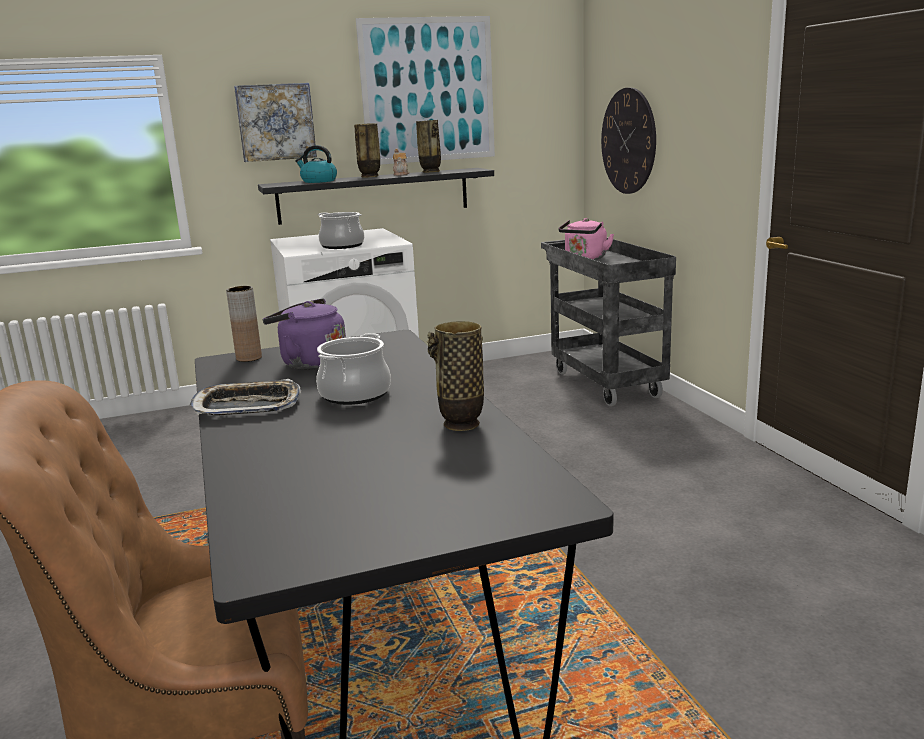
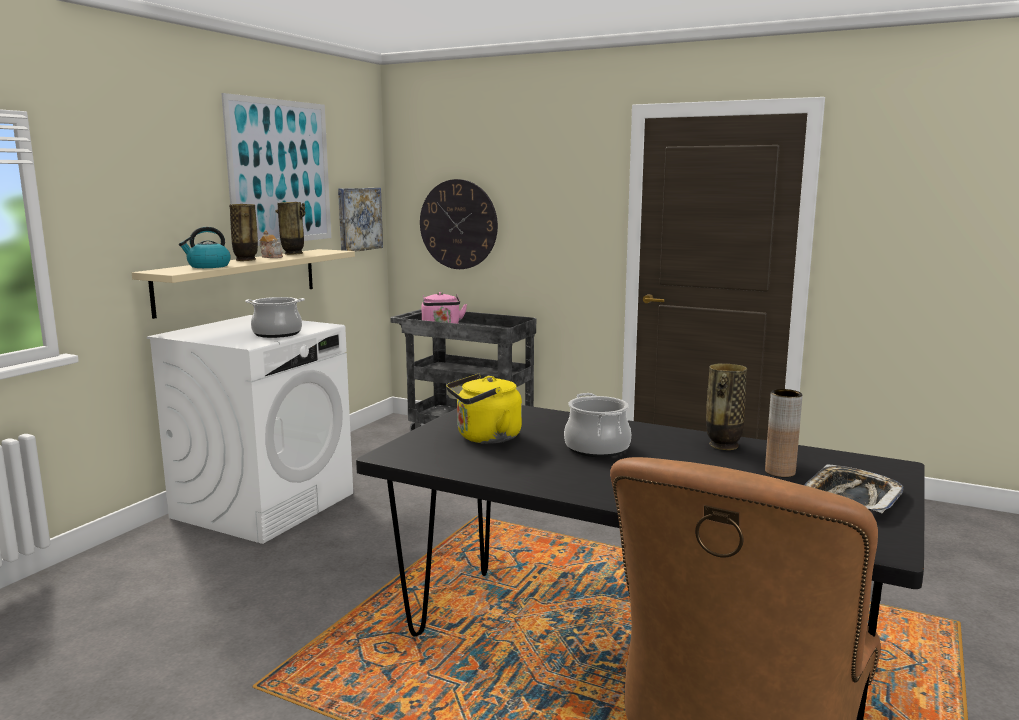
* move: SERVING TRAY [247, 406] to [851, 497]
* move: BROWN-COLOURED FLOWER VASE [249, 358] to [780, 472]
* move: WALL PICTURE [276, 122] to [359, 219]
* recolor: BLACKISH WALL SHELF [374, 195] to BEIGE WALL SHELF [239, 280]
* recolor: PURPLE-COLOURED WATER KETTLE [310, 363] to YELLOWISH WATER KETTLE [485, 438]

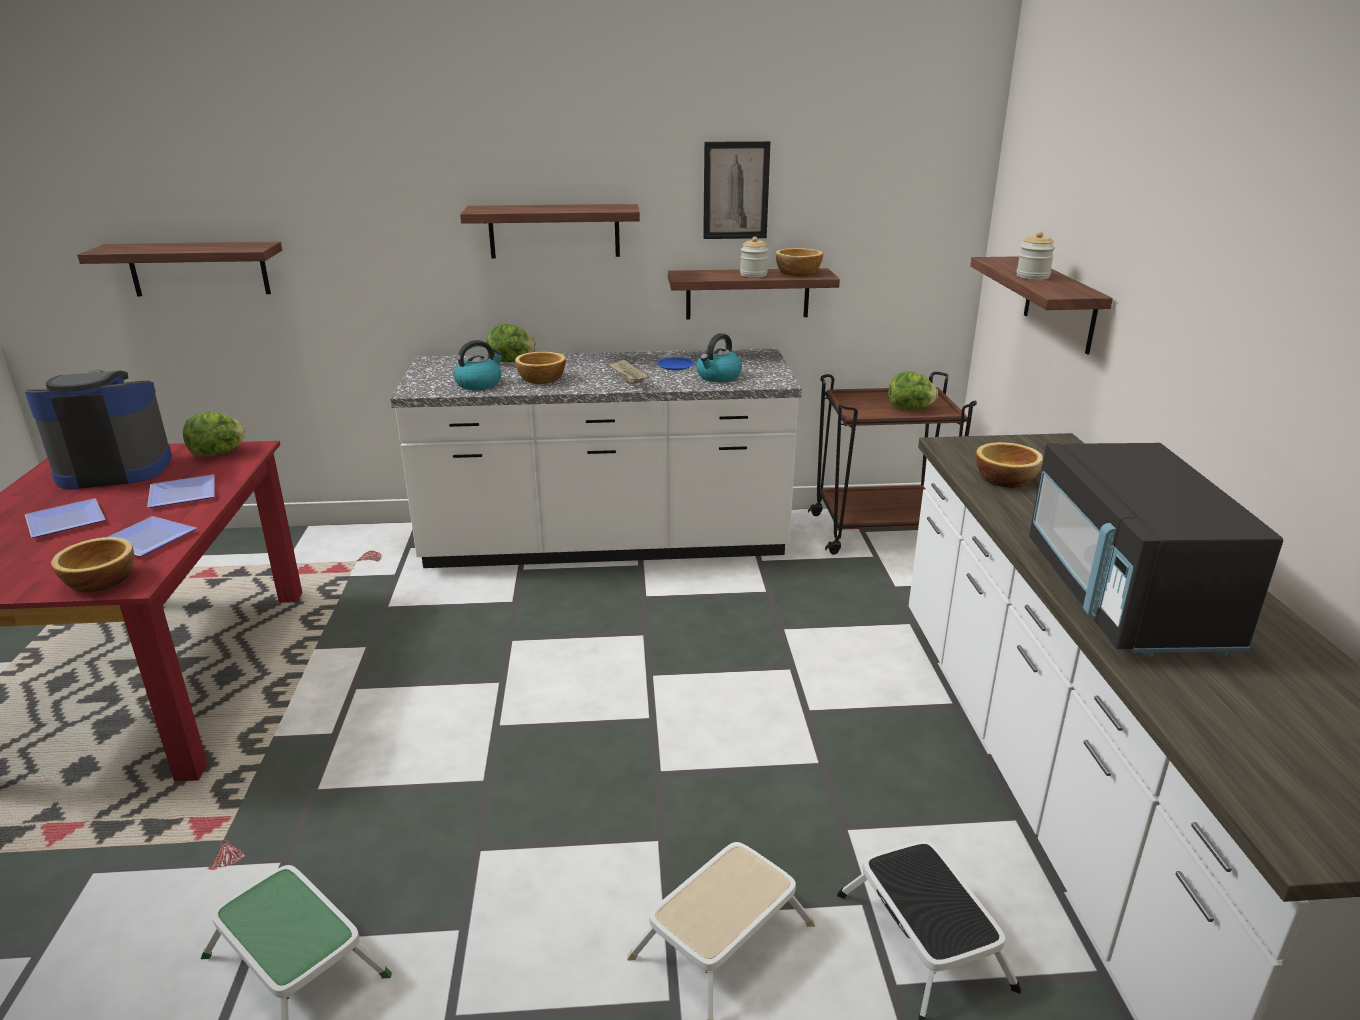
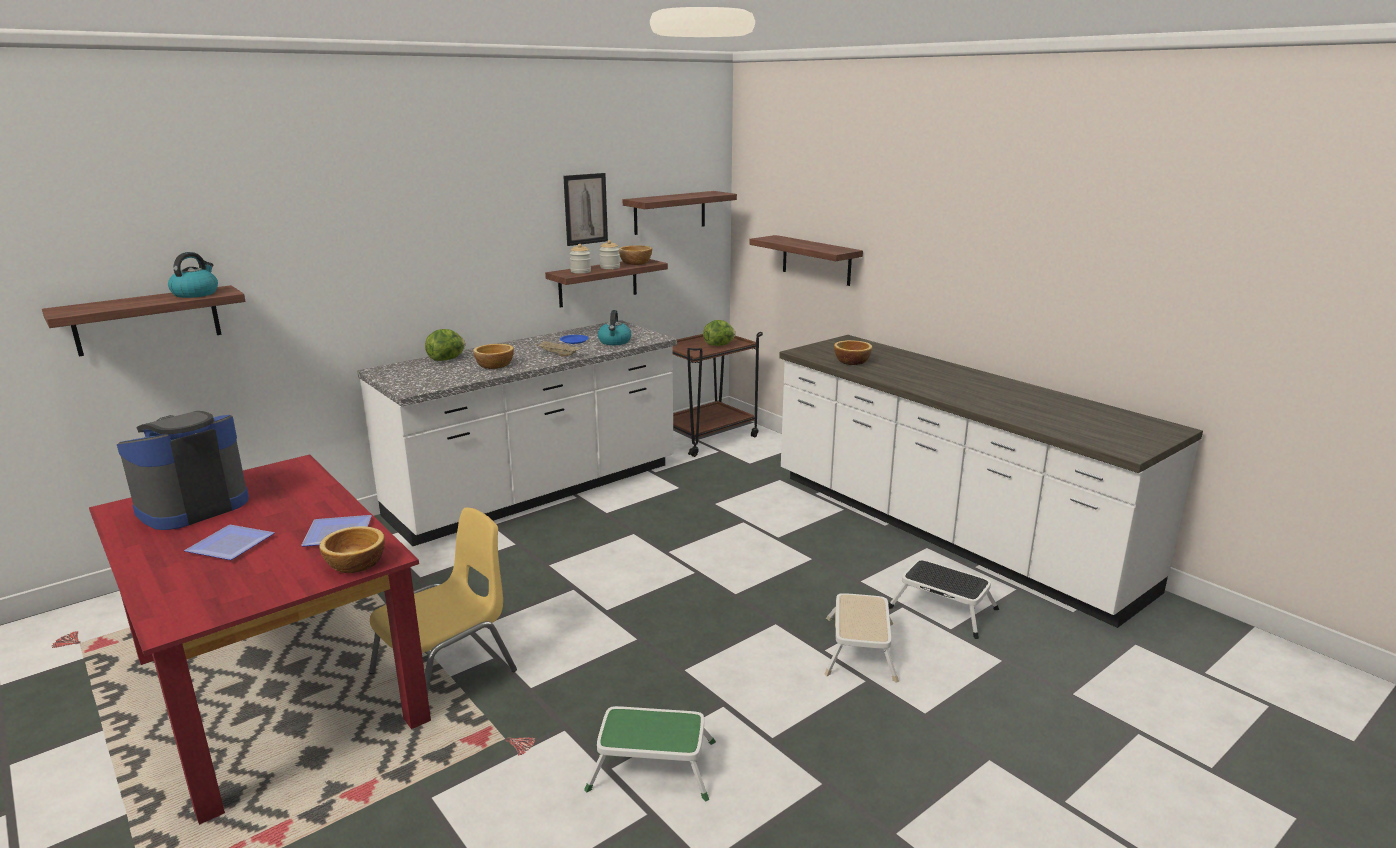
* delete: PLATE [180, 495]
* delete: LETTUCE HEAD [218, 453]
* delete: BLACKISH MICROWAVE [1124, 599]
* insert: YELLOWISH CHAIR [447, 672]
* move: WATER KETTLE [479, 384] to [196, 293]
* move: WALL SHELF [554, 231] to [670, 212]
* move: JAR [1032, 276] to [580, 271]

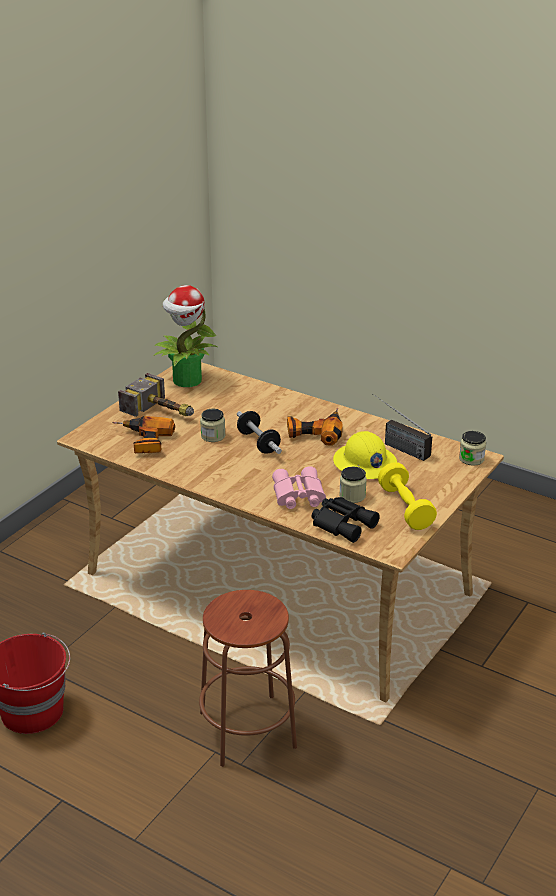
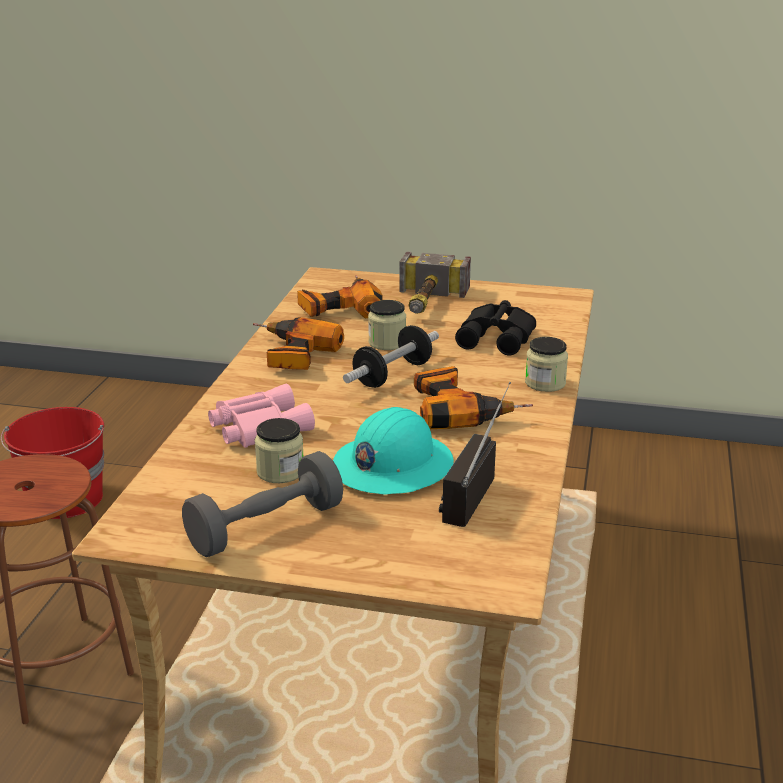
* delete: POTTED PLANT [187, 381]
* insert: POWER DRILL [291, 355]
* move: BLACKISH PAIR OF BINOCULARS [343, 523] to [498, 337]
* move: JAR [471, 459] to [545, 383]
* recolor: YELLOWISH WORK HELMET [364, 463] to TURQUOISE-COLOURED WORK HELMET [392, 466]
* recolor: YELLOWISH FREE WEIGHT [405, 508] to GREY FREE WEIGHT [265, 527]

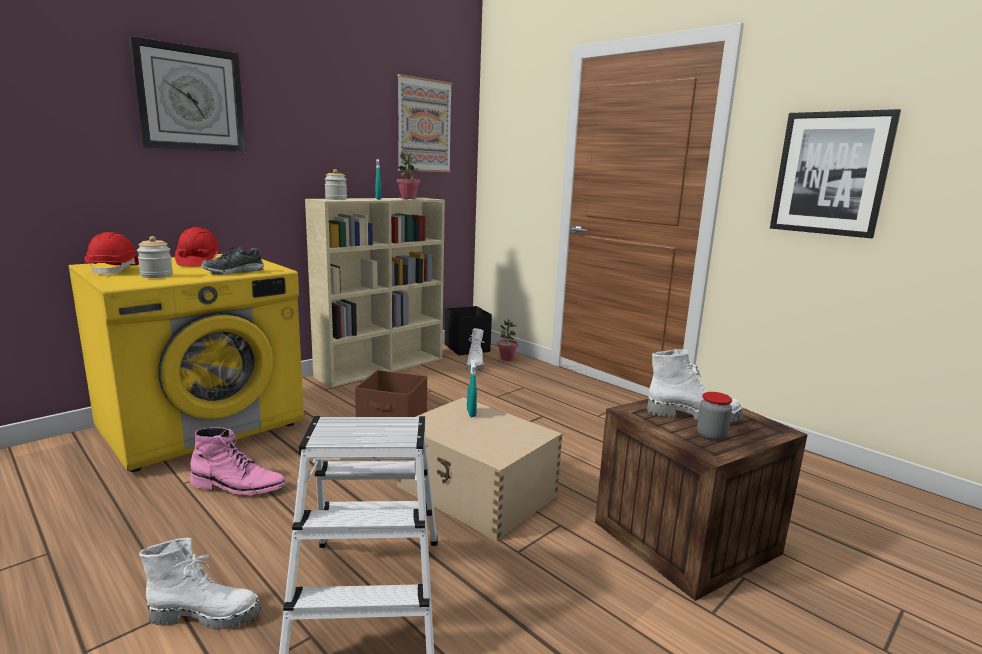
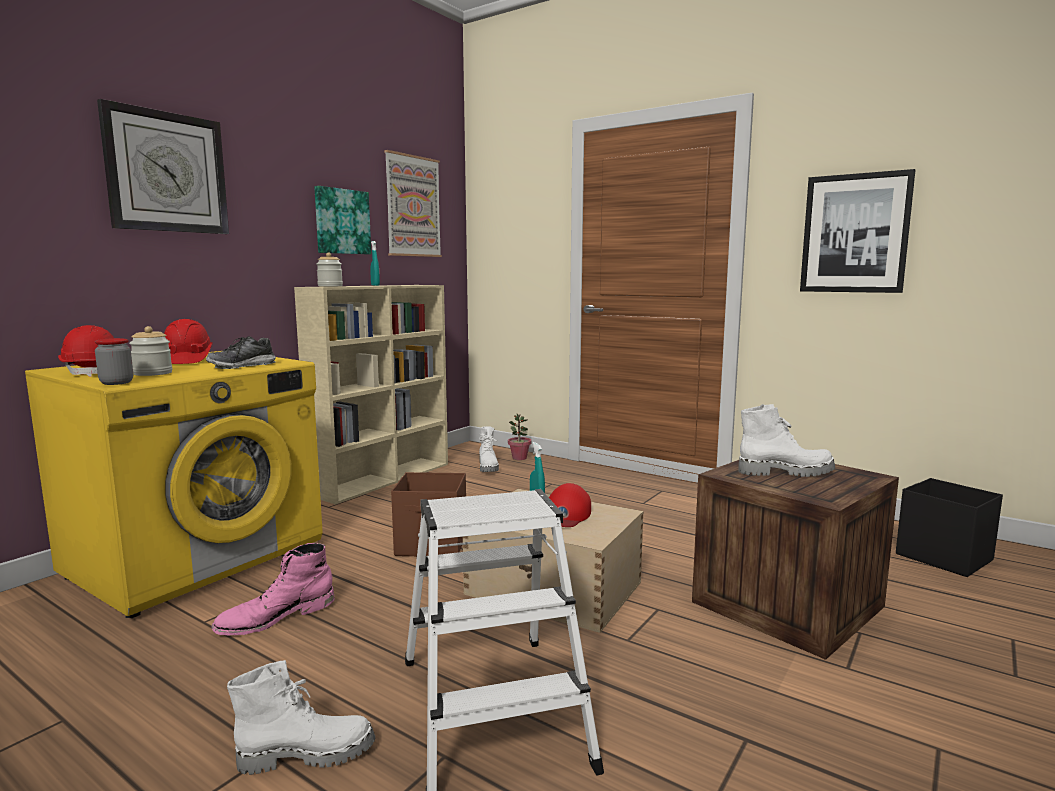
* delete: POTTED PLANT [408, 198]
* insert: WALL PICTURE [341, 221]
* insert: REDDISH PEAKED CAP [566, 515]
* move: BLACKISH STORAGE BOX [467, 348] to [942, 557]
* move: JAR [711, 436] to [116, 383]
* rotate: PINK-COLOURED TALL BOOT [238, 486] = [276, 617] 150 degrees clockwise

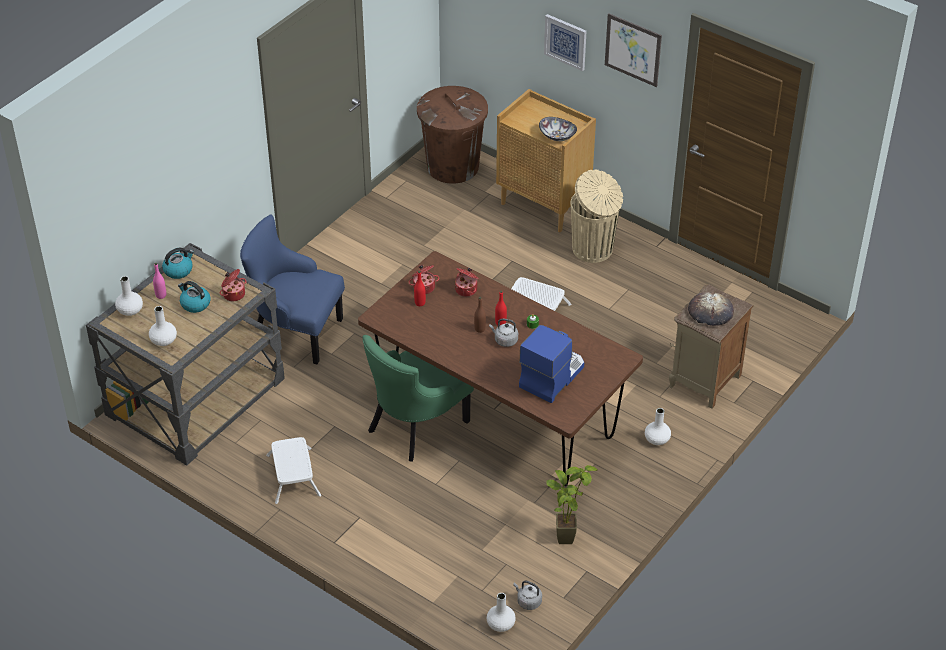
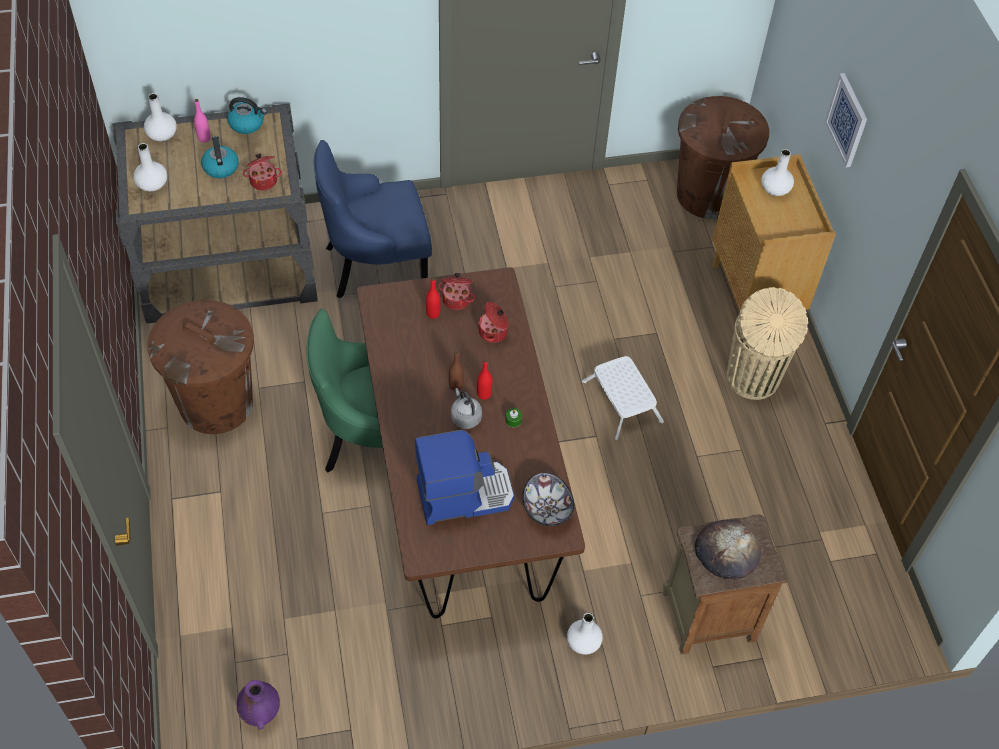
* delete: POTTED PLANT [567, 533]
* delete: WALL PICTURE [633, 49]
* move: WHITE FLOWER VASE [501, 624] to [775, 189]
* move: DEEP DISH [557, 136] to [547, 508]
* replace: WHITE STEP LADDER [293, 475] to BROWN-COLOURED RUBBISH BIN [216, 403]
* replace: GREY WATER KETTLE [528, 601] to PURPLE-COLOURED FLOWER VASE [260, 712]
* rotate: BLUE-COLOURED CHAIR [297, 333] = [377, 265] 75 degrees counterclockwise

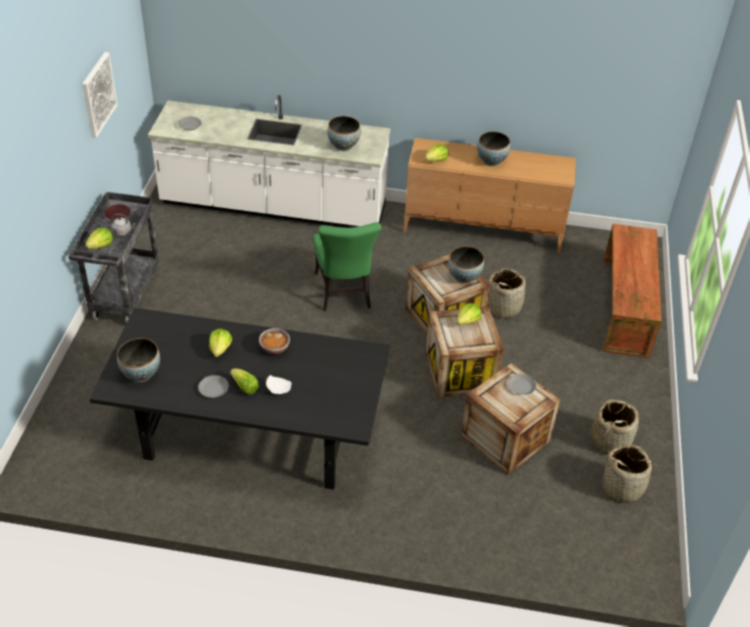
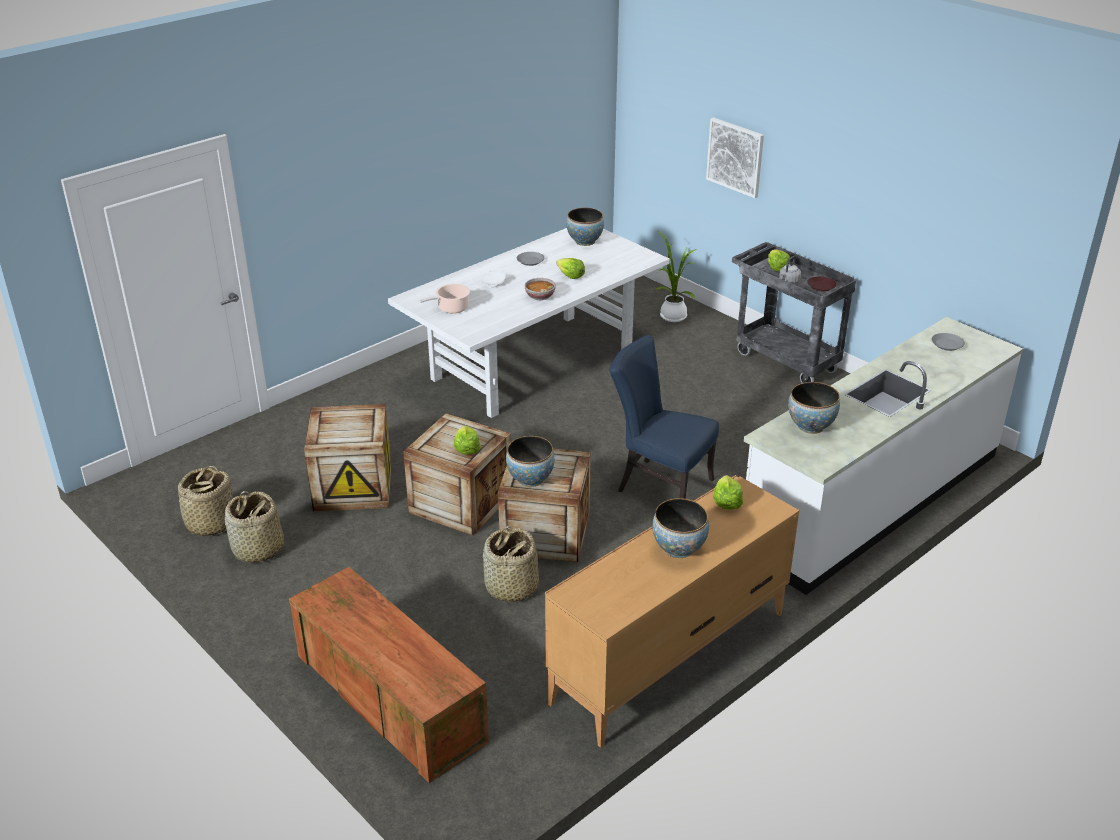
* delete: LETTUCE HEAD [245, 387]
* delete: GREY PLATE [521, 386]
* insert: SAUCEPOT [451, 308]
* insert: POTTED PLANT [672, 315]
* move: WALL PICTURE [98, 94] to [735, 157]
* recolor: BLACKISH DINNER TABLE [248, 437] to WHITE DINNER TABLE [534, 363]
* recolor: GREEN CHAIR [344, 293] to BLUE-COLOURED CHAIR [659, 484]

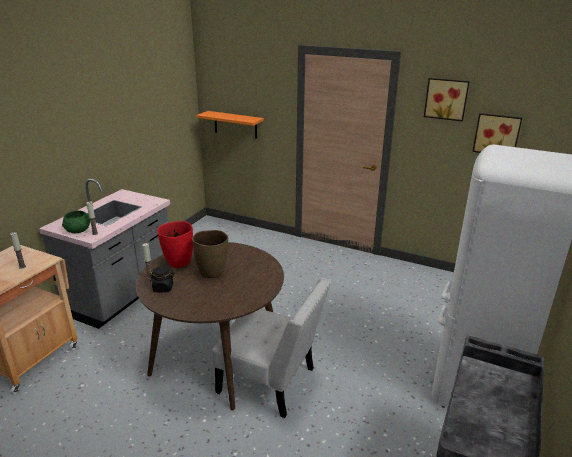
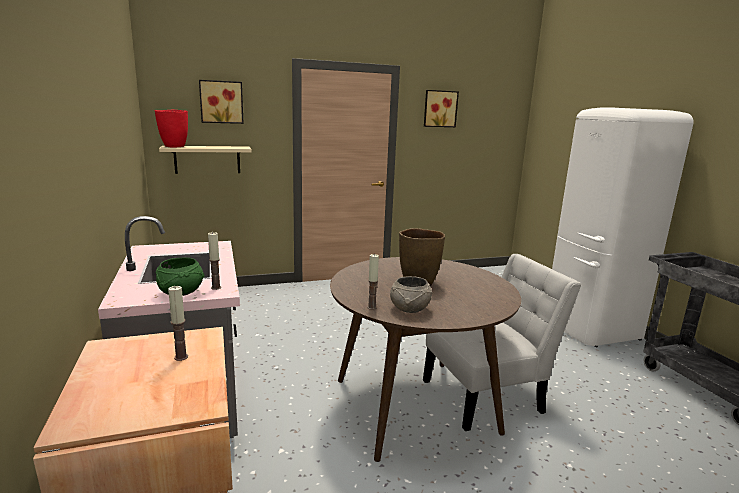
* move: REDDISH FLOWER VASE [178, 263] to [174, 146]
* move: WALL PICTURE [496, 134] to [221, 102]
* replace: BLACKISH JAR [163, 288] to GREY DEEP DISH [409, 309]
* recolor: ORANGE WALL SHELF [235, 124] to BEIGE WALL SHELF [207, 159]

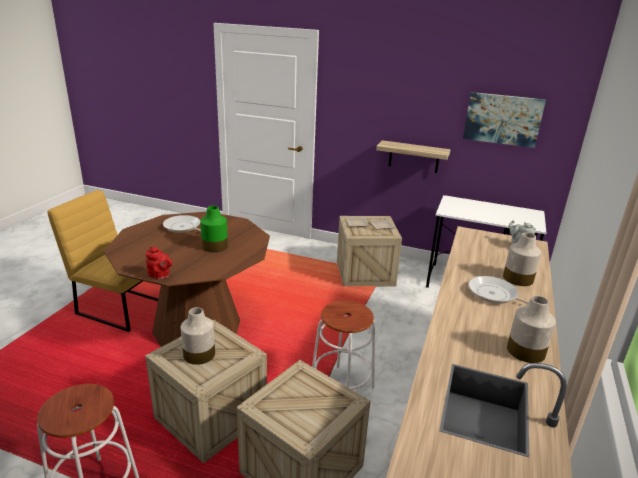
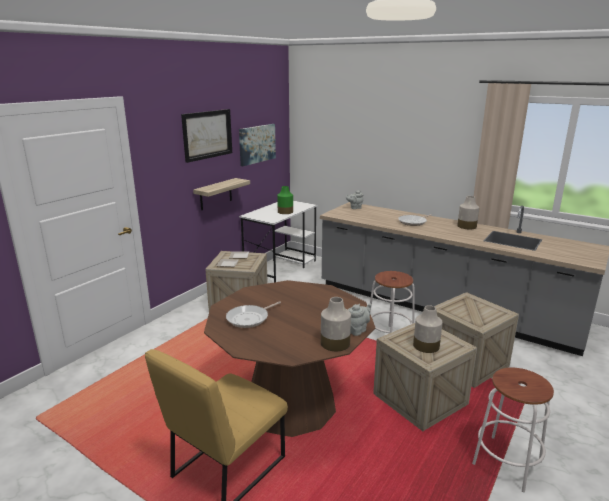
* insert: WALL PICTURE [207, 134]
* move: GREEN FLOWER VASE [215, 246] to [285, 212]
* move: BEIGE FLOWER VASE [518, 278] to [334, 343]
* recolor: REDDISH TEA POT [160, 276] to GREY TEA POT [358, 330]

